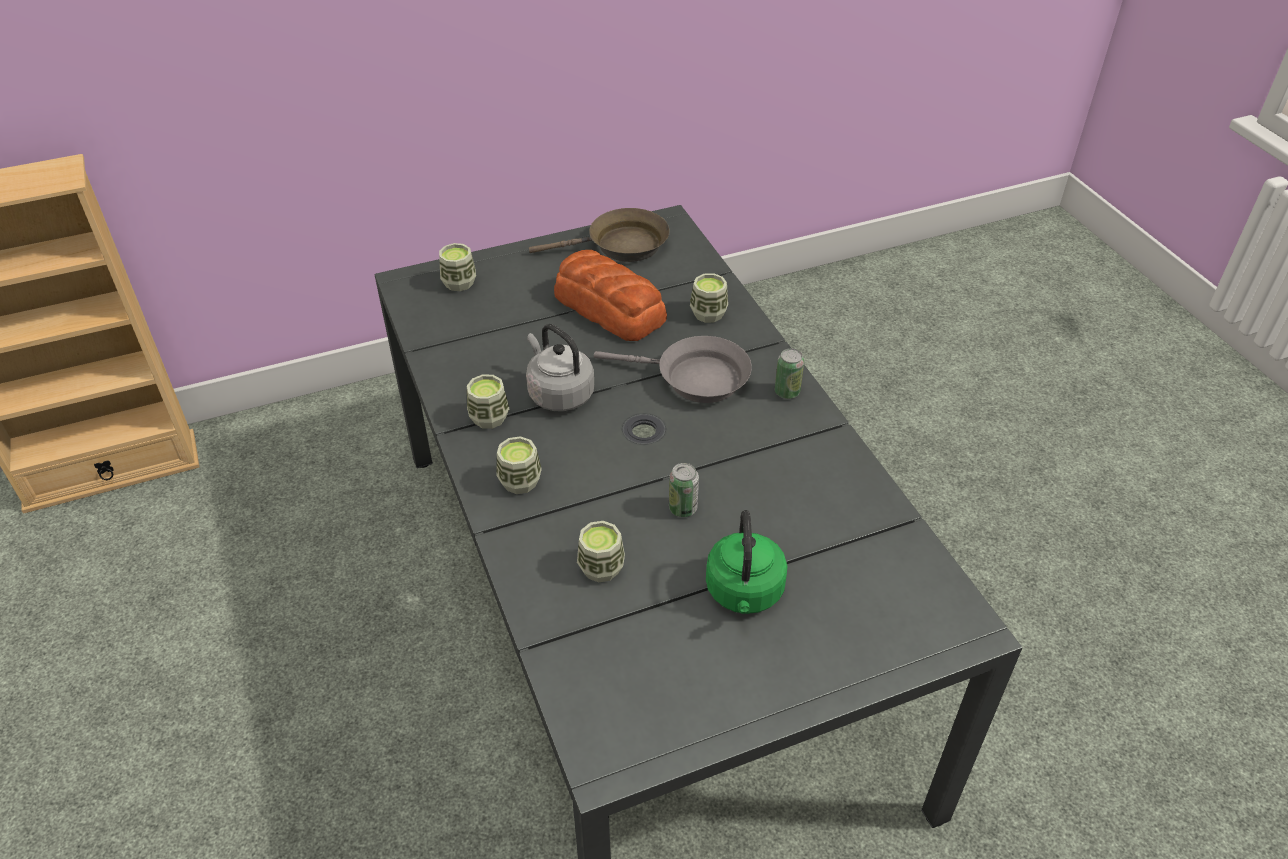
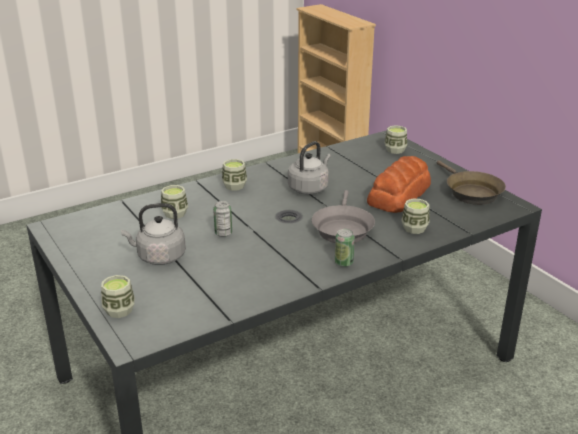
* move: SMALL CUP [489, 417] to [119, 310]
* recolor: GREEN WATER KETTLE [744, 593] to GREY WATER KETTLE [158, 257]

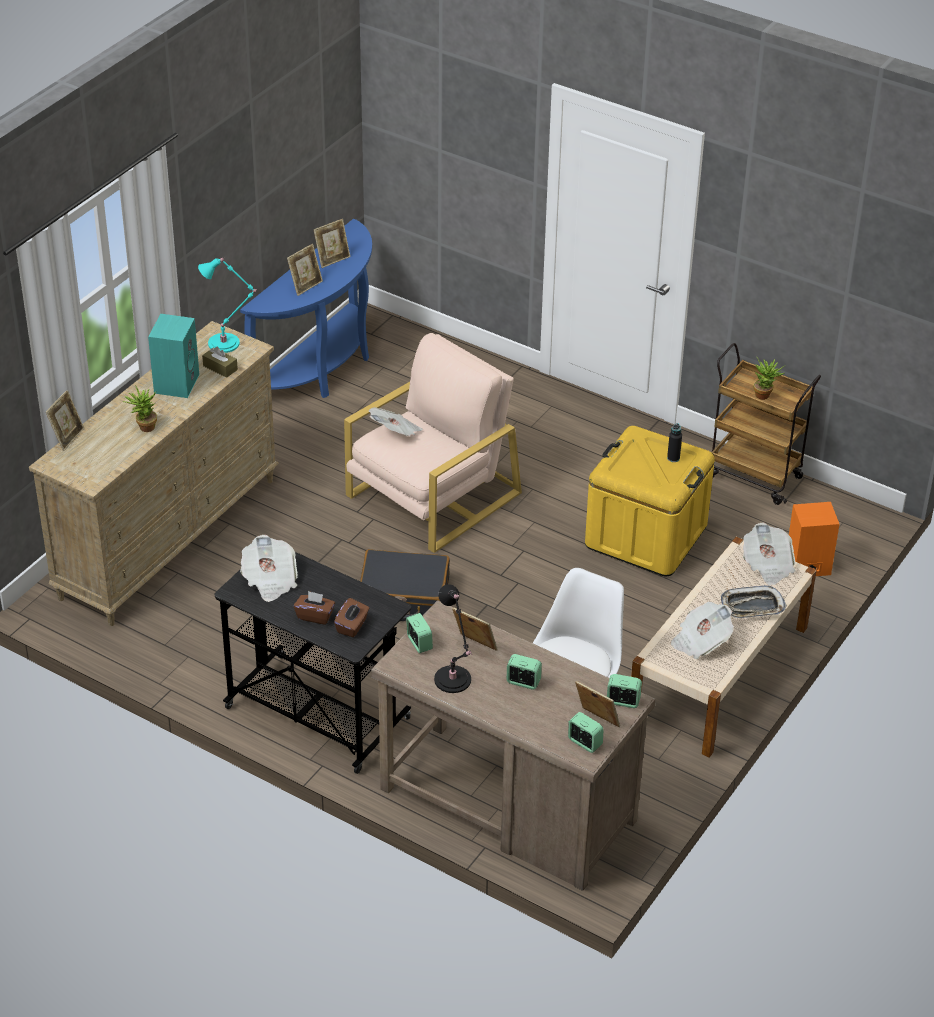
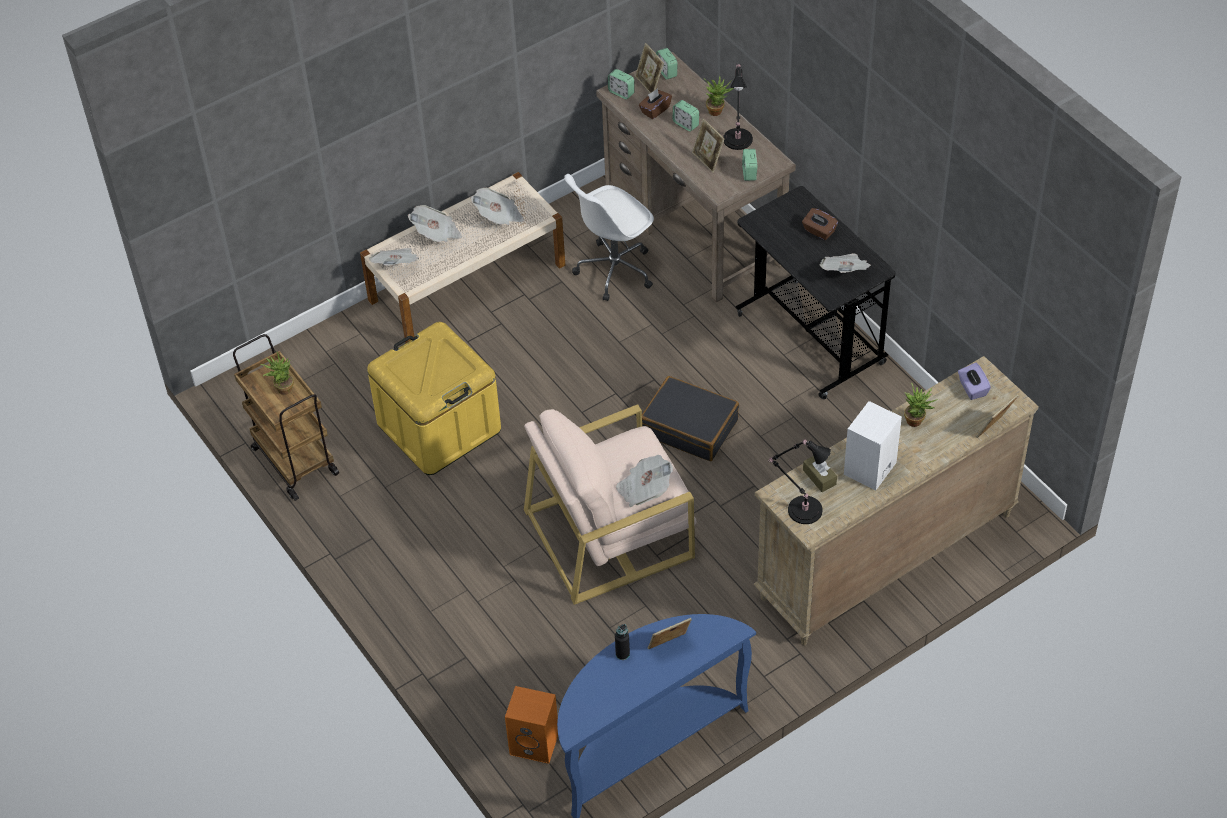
* delete: PHOTO FRAME [332, 259]
* insert: POTTED PLANT [717, 110]
* insert: PURPLE-COLOURED TISSUE BOX [972, 388]
* move: BROWN-COLOURED TISSUE BOX [352, 626] to [655, 110]
* move: BLACKISH BEVERAGE BOTTLE [673, 458] to [622, 654]
* move: ORANGE AUDIO SPEAKER [807, 566] to [535, 743]
* replace: SERVING TRAY [752, 607] to NEWSPAPER [437, 234]
* recolor: TURQUOISE-COLOURED AUDIO SPEAKER [176, 383] to WHITE AUDIO SPEAKER [870, 470]
* recolor: TURQUOISE-COLOURED LAMP FOR A TABLE [226, 343] to BLACKISH LAMP FOR A TABLE [802, 509]

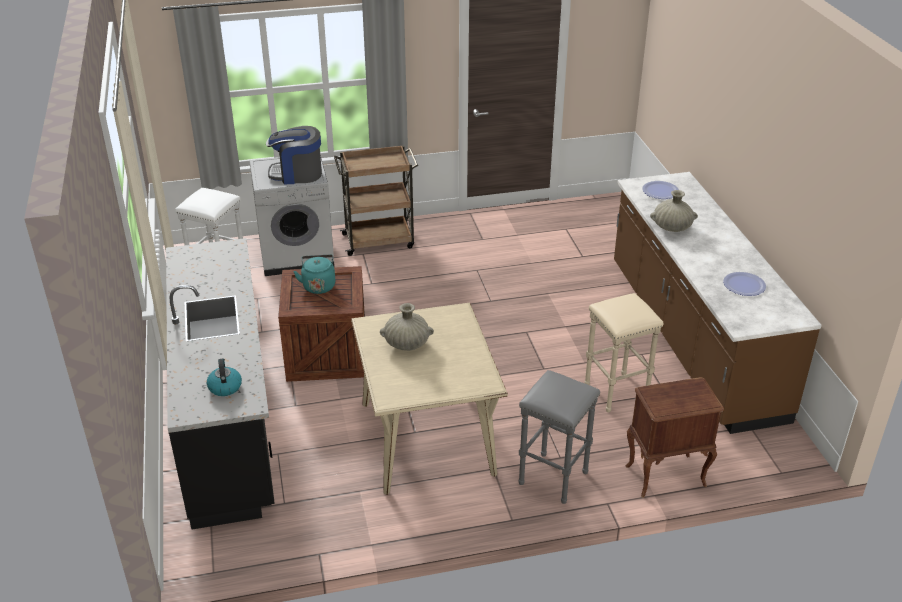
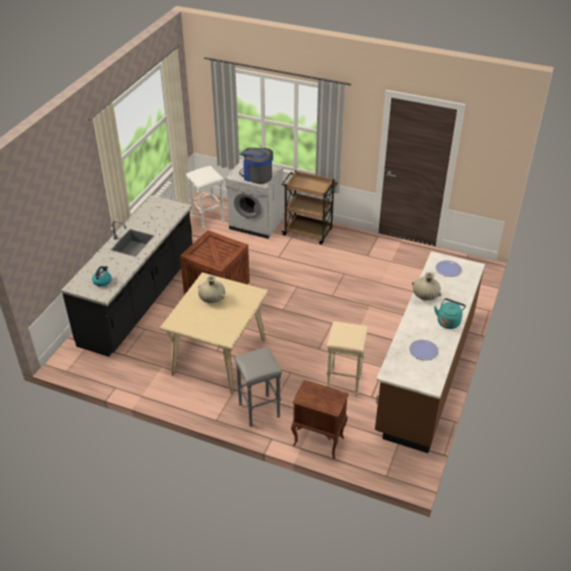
* move: TURQUOISE-COLOURED WATER KETTLE [318, 285] to [448, 321]

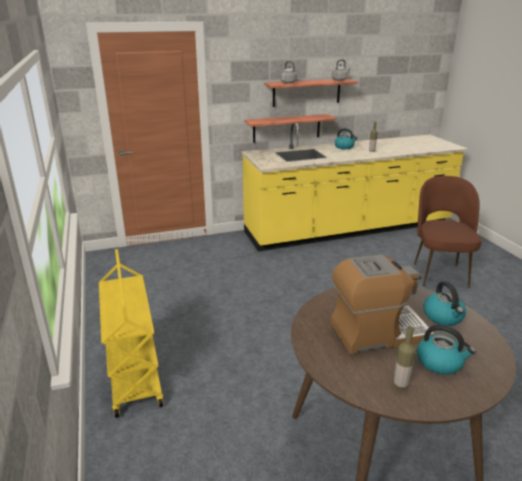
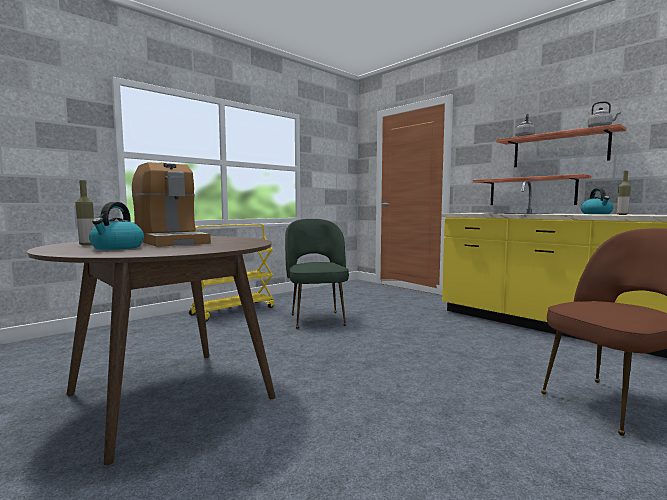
* delete: WATER KETTLE [443, 317]
* insert: GREEN CHAIR [317, 318]

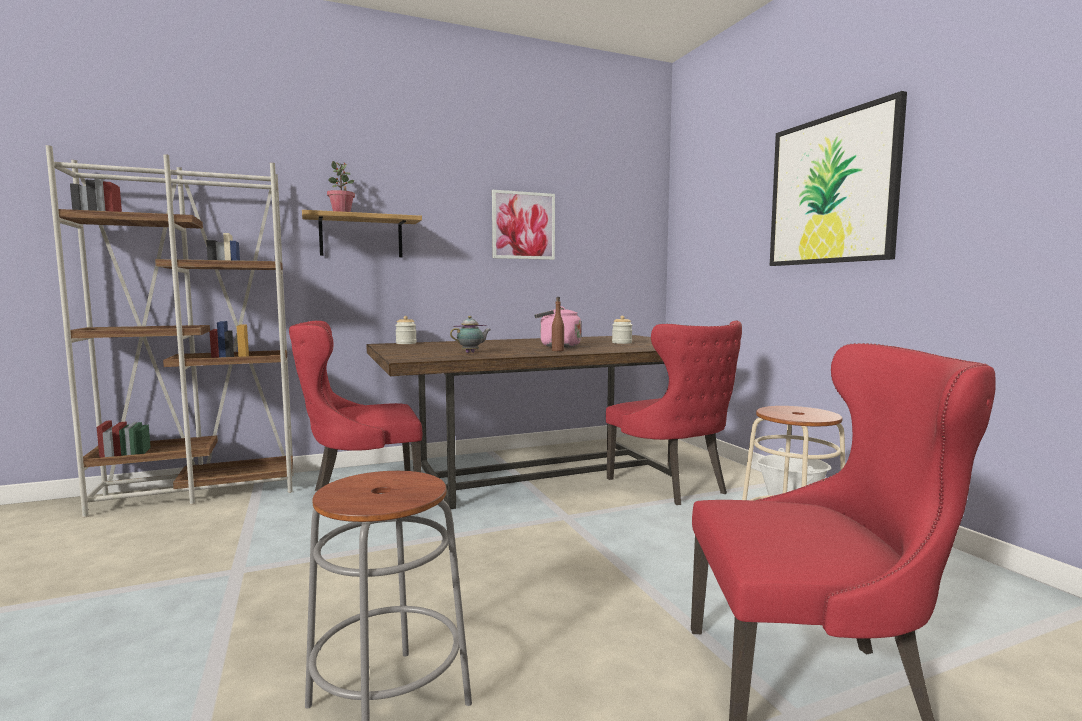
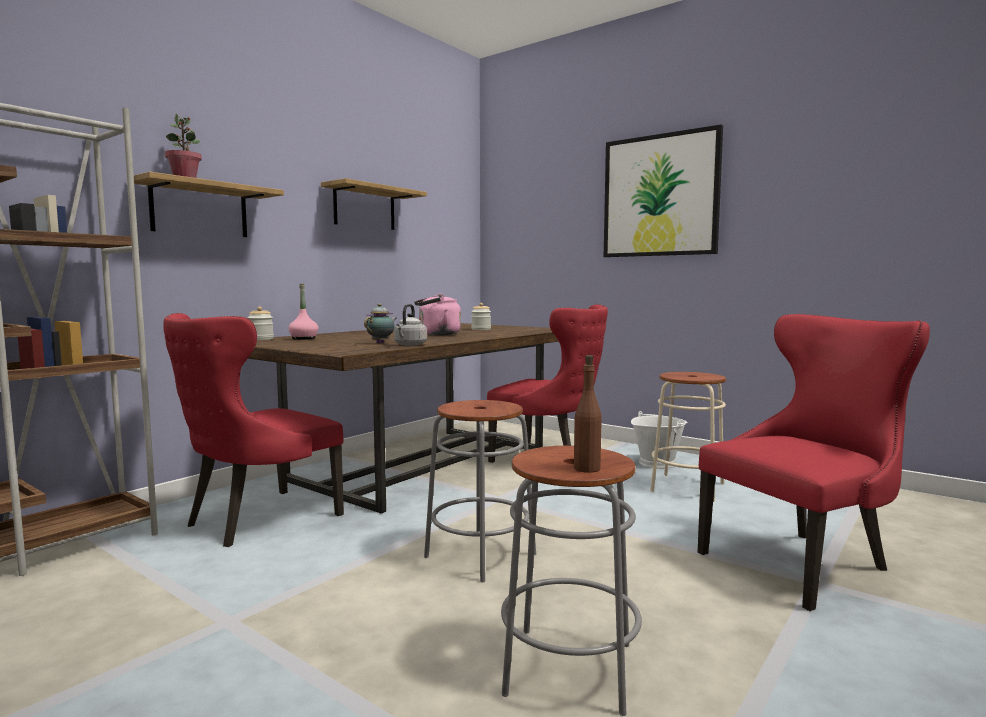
* insert: PINK-COLOURED BEVERAGE BOTTLE [303, 338]
* insert: GREY WATER KETTLE [409, 345]
* insert: GREY STOOL SEAT [480, 555]
* move: BROWN-COLOURED BEVERAGE BOTTLE [557, 350] to [586, 468]
* replace: WALL PICTURE [523, 225] to WALL SHELF [364, 208]

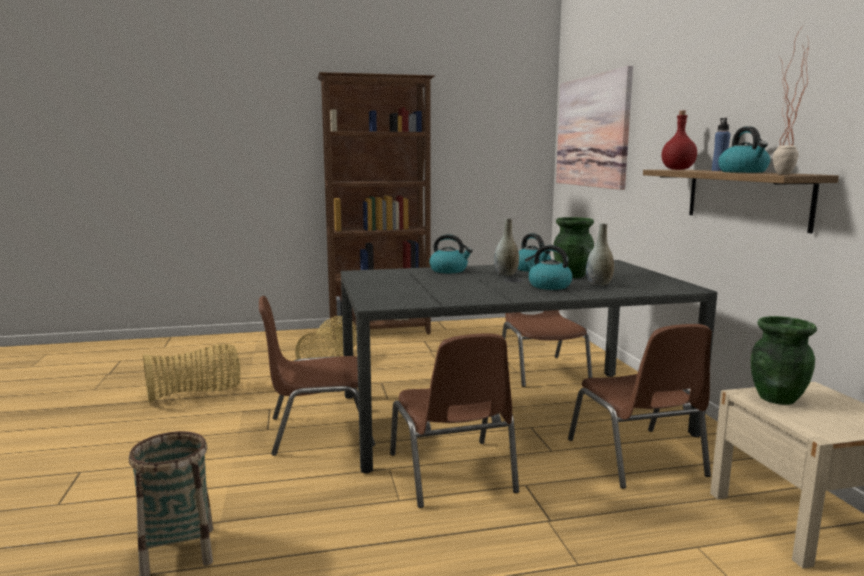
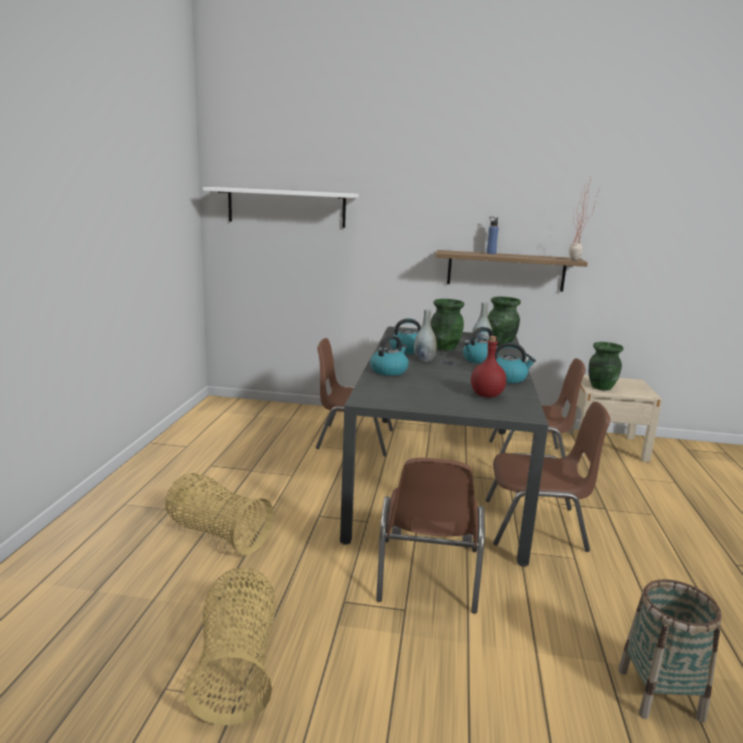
* delete: BROWN-COLOURED BOOKSHELF [380, 331]
* insert: GREEN FLOWER VASE [501, 343]
* move: REDDISH BEVERAGE BOTTLE [677, 169] to [486, 395]
* move: WATER KETTLE [743, 172] to [508, 378]
* replace: WALL PICTURE [592, 131] to WHITE WALL SHELF [286, 207]

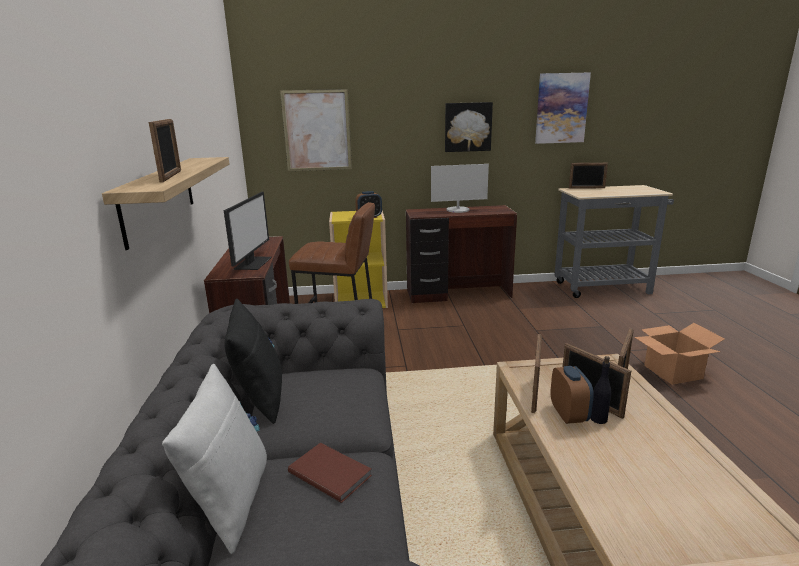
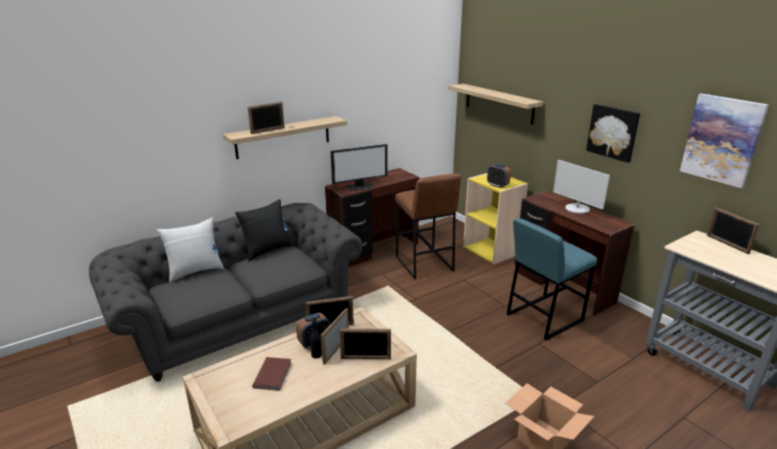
* insert: BLUE-COLOURED STOOL SEAT [543, 318]
* move: BROWN-COLOURED BOUND BOOK [330, 472] to [273, 374]
* replace: WALL PICTURE [317, 130] to WALL SHELF [499, 103]

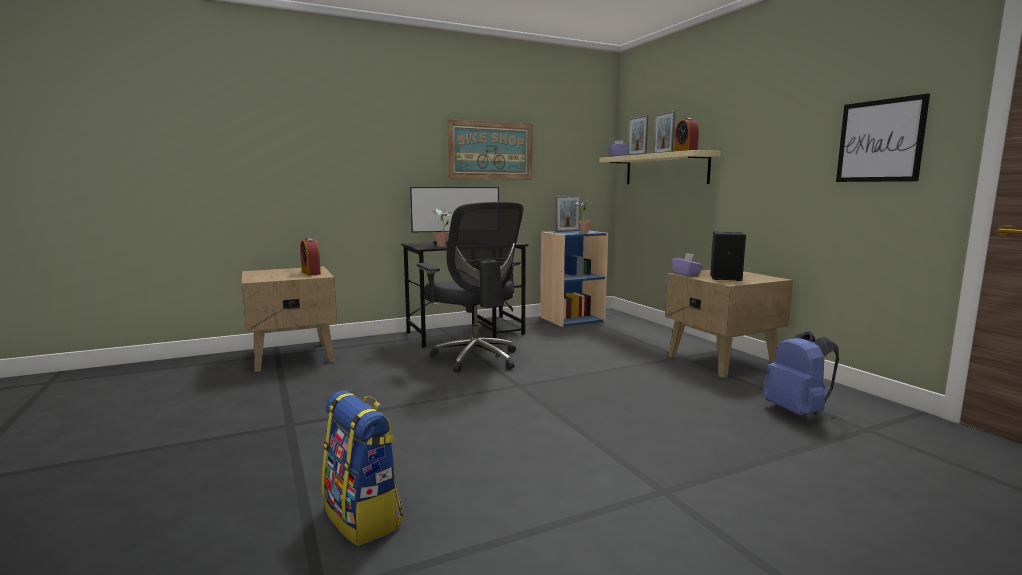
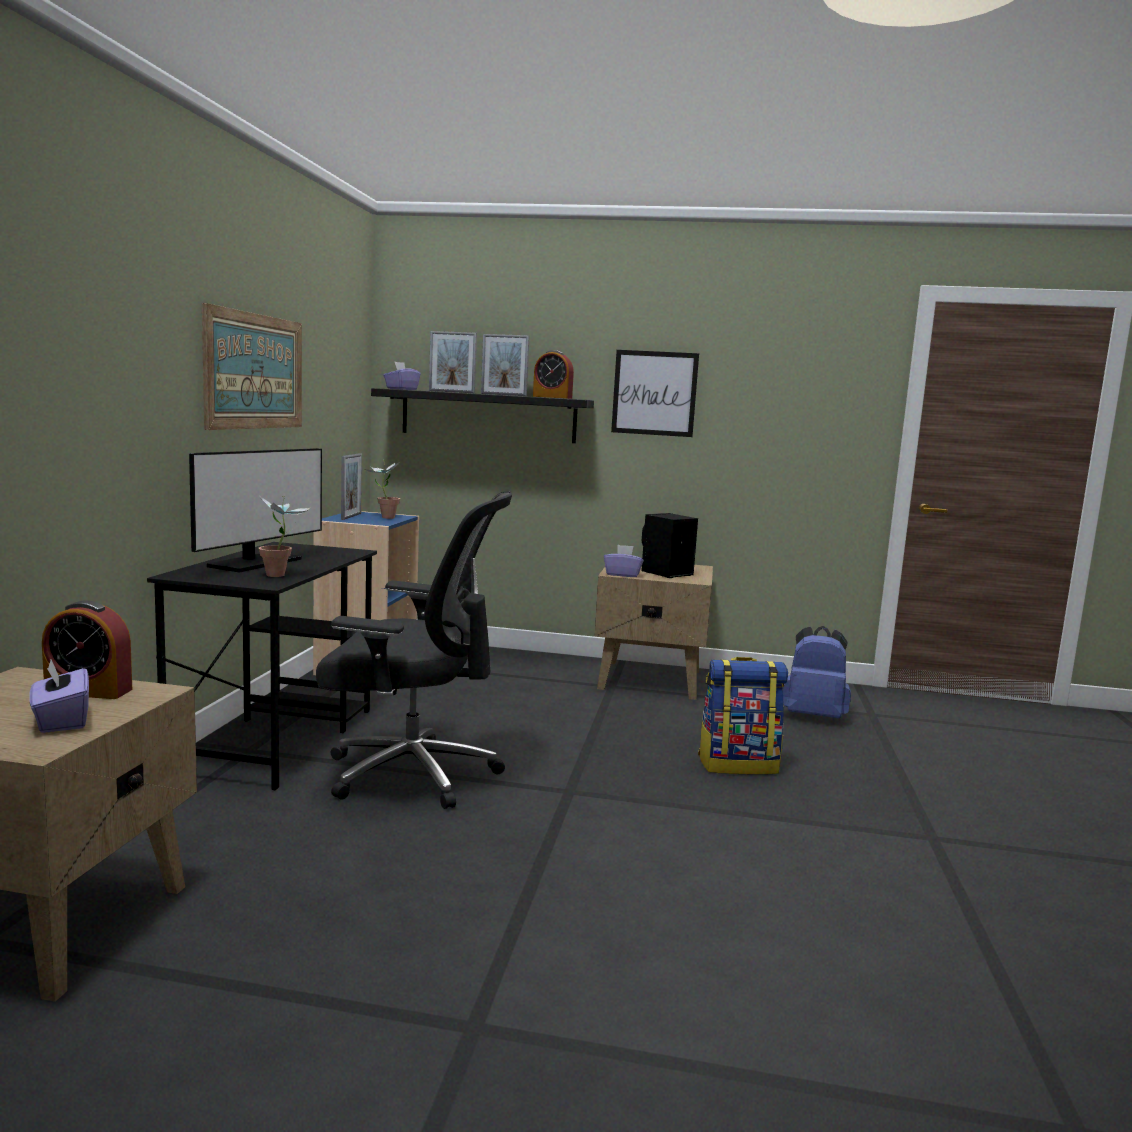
* insert: PURPLE-COLOURED TISSUE BOX [61, 721]
* move: RUCKSACK [364, 517] to [738, 764]
* move: WALL PICTURE [880, 141] to [654, 393]
* recolor: BEIGE WALL SHELF [665, 169] to BLACKISH WALL SHELF [488, 416]

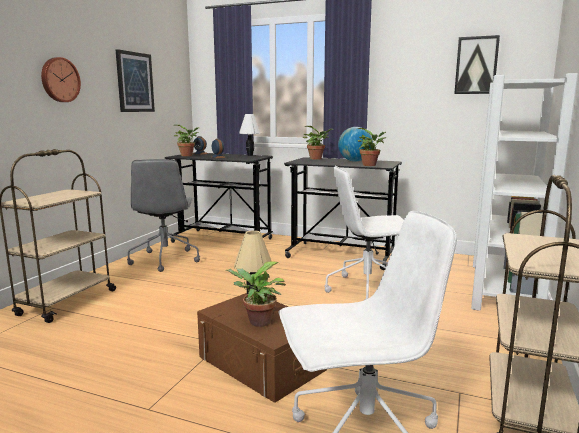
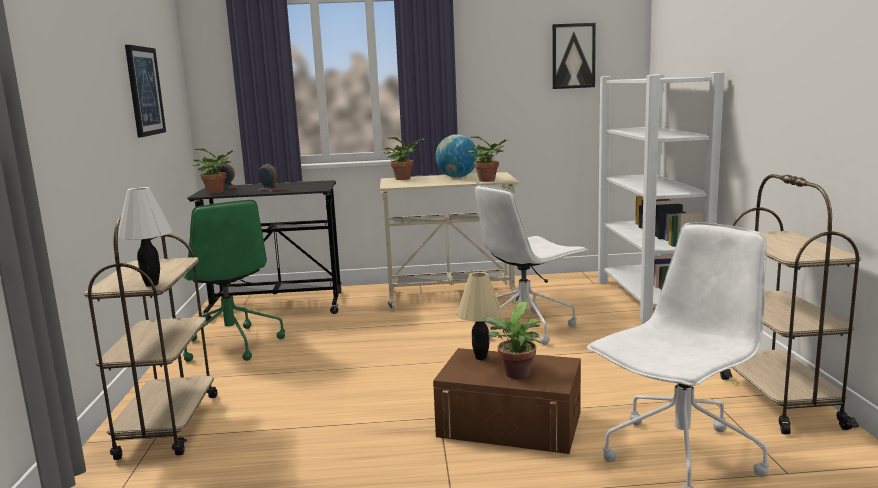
* delete: CLOCK ON THE WALL [59, 80]
* move: WHITE LAMP FOR A TABLE [250, 155] to [152, 284]
* recolor: GREY DESK CHAIR [166, 259] to GREEN DESK CHAIR [230, 344]
* recolor: BLACKISH DESK UNIT [341, 255] to BEIGE DESK UNIT [451, 297]

